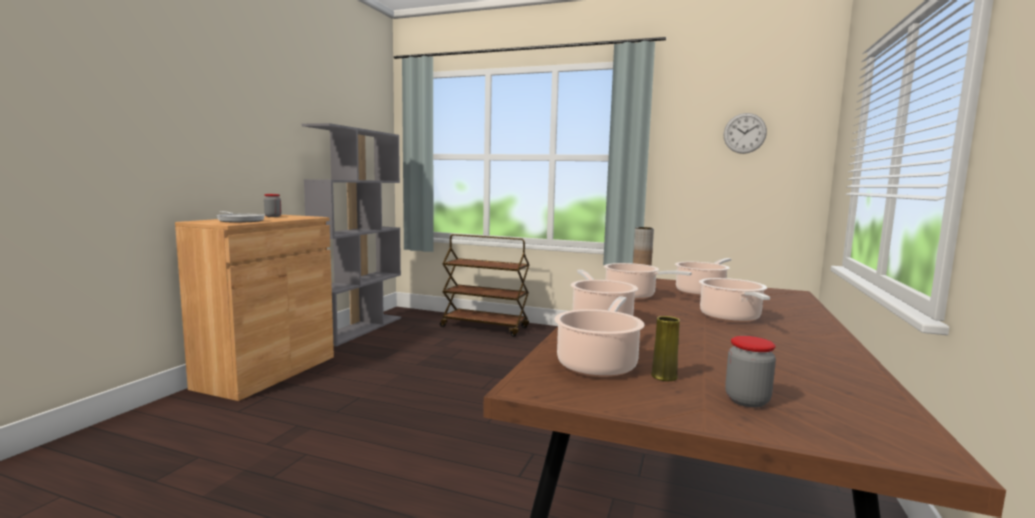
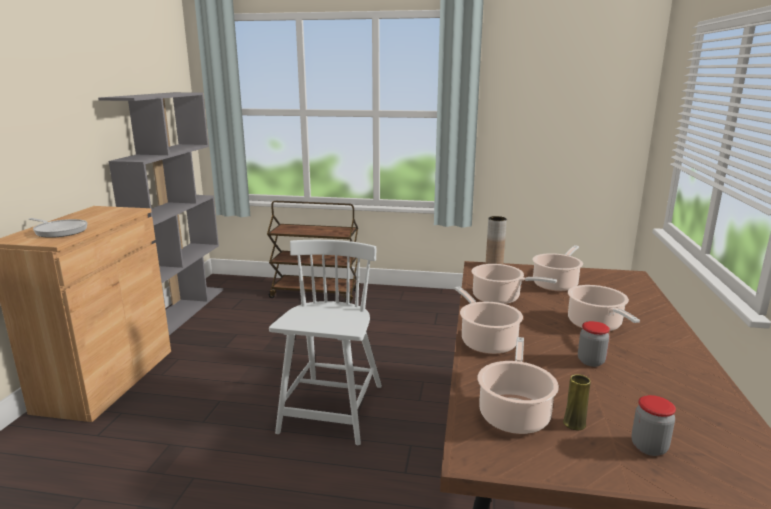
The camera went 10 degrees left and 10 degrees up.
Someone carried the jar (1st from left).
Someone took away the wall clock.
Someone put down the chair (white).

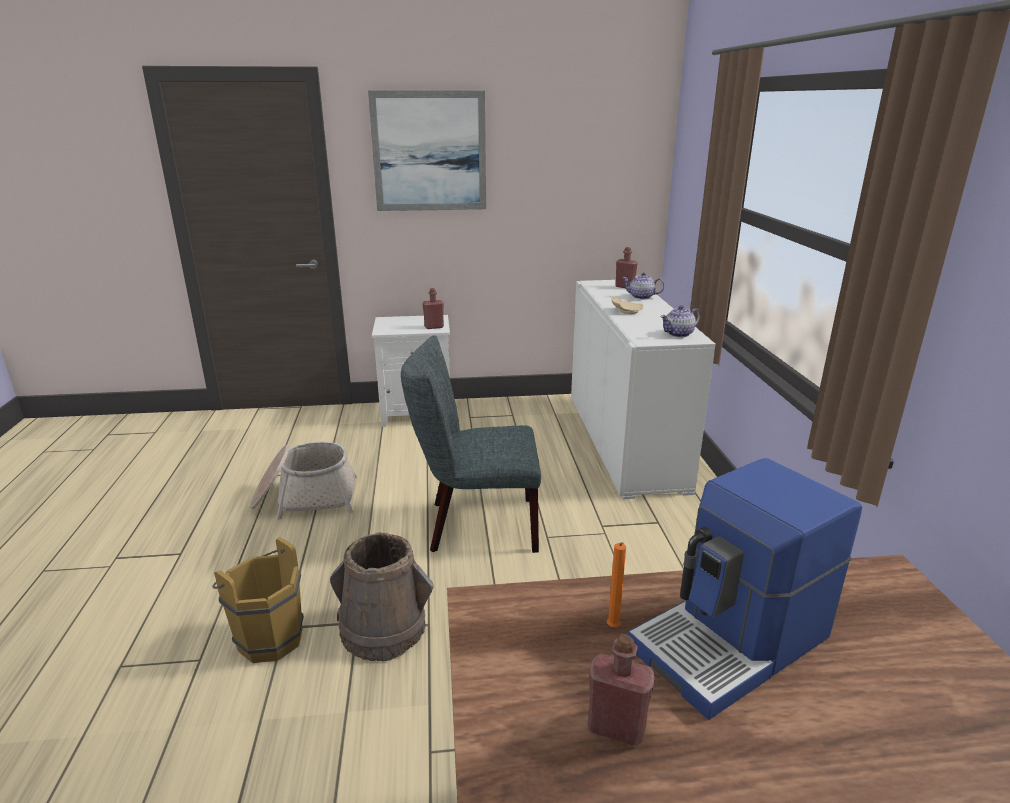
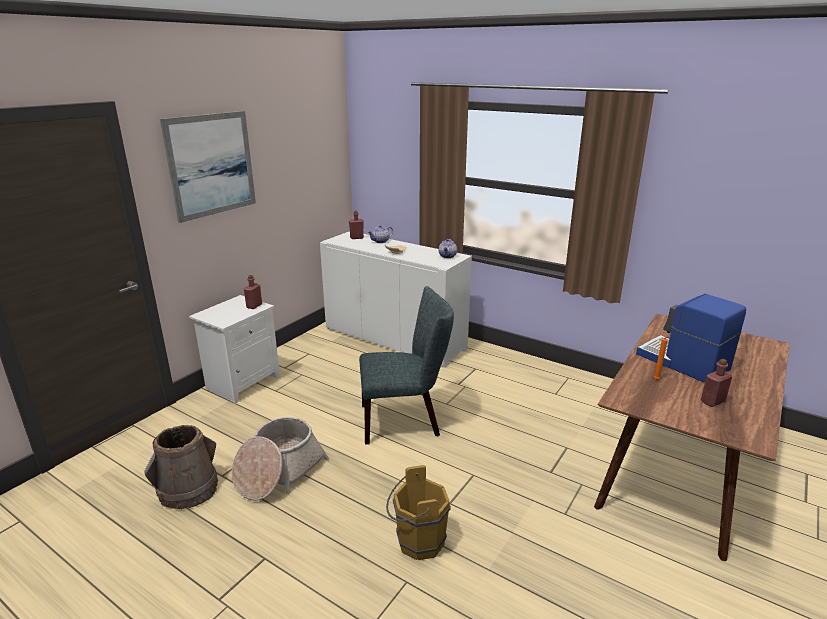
The camera went 50 degrees left and 0 degrees up.
Someone carried the bucket (brown) (2nd from left in the first image).
Someone rotated the chair (grey) by 135 degrees counterclockwise.
Someone rotated the coffee machine by 135 degrees clockwise.

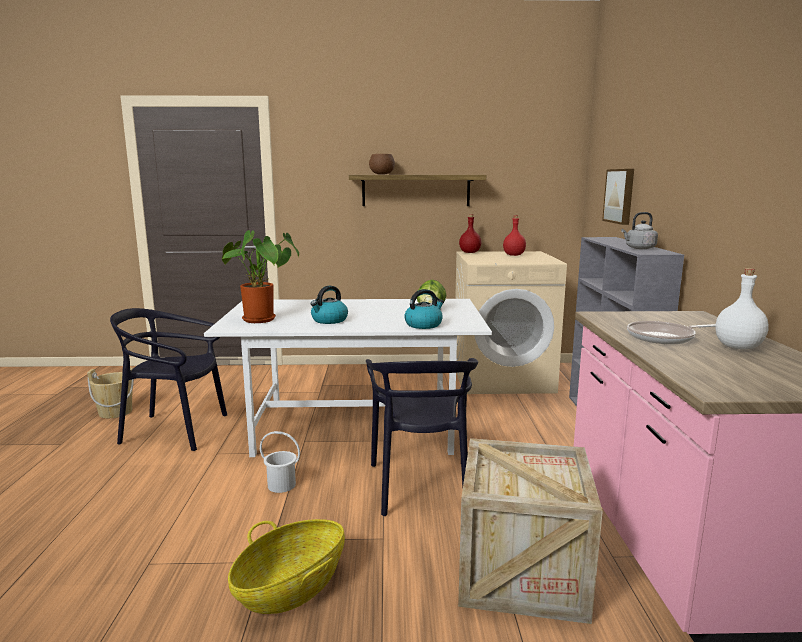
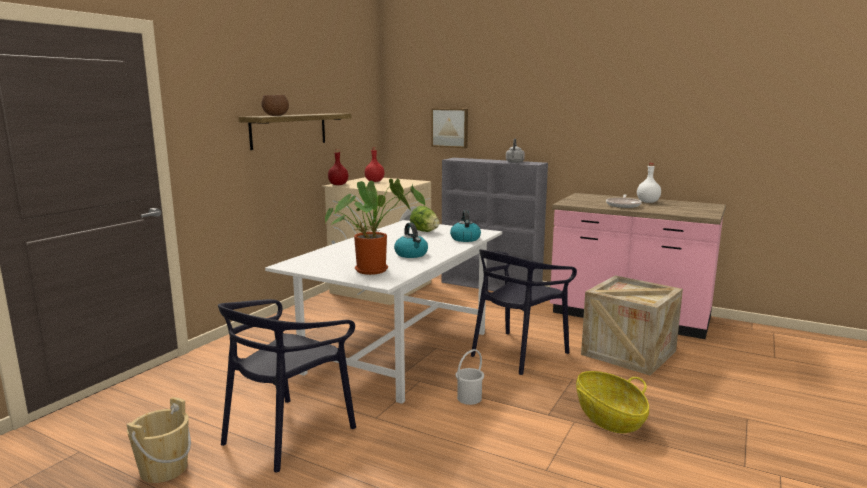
The camera went 60 degrees left and 0 degrees up.
Someone rotated the chair (black) (2nd from left) by 105 degrees clockwise.

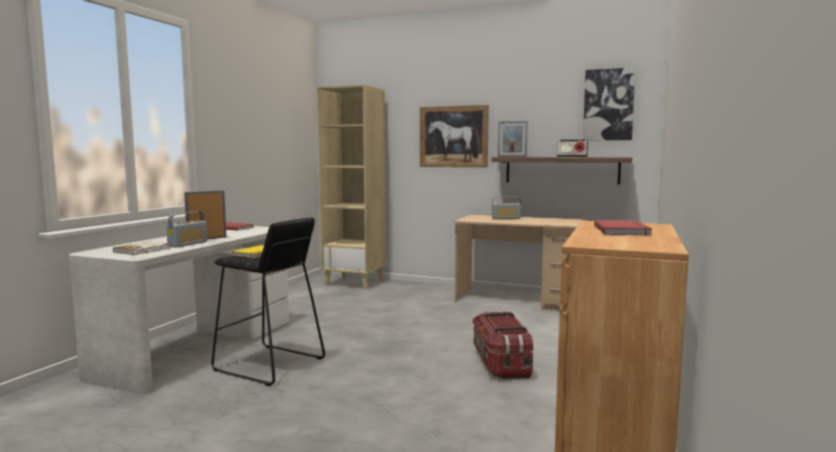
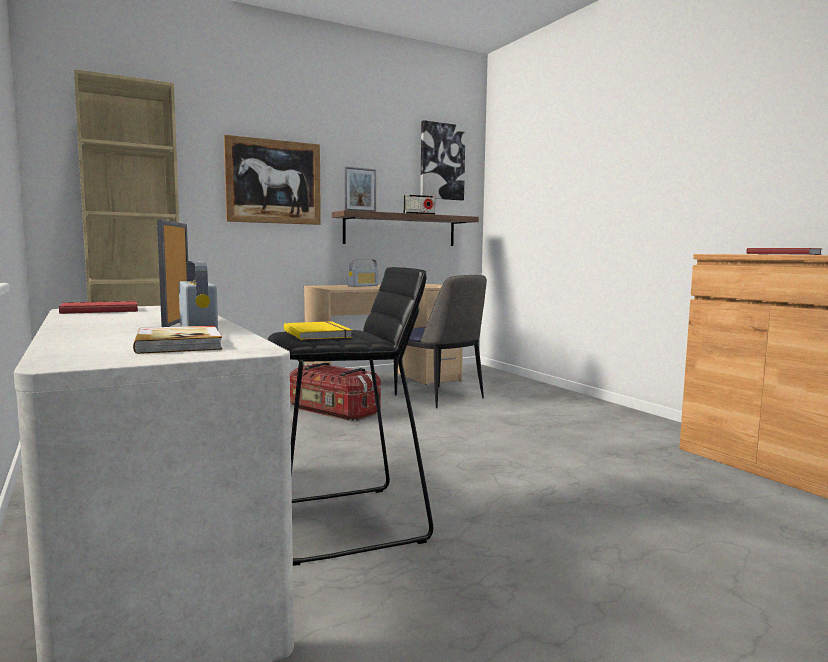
The camera went 50 degrees left and 0 degrees up.
Someone carried the storage box.
Someone put down the chair.

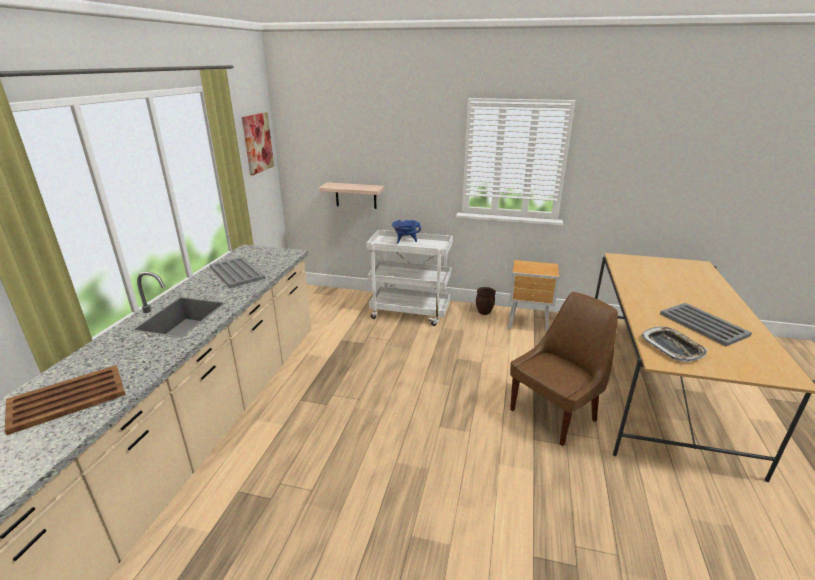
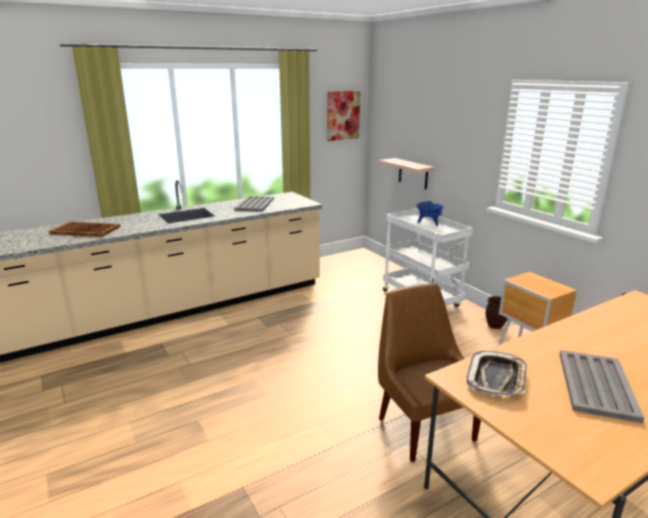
The camera went 45 degrees right and 5 degrees down.
Someone rotated the chair (brown) by 120 degrees counterclockwise.

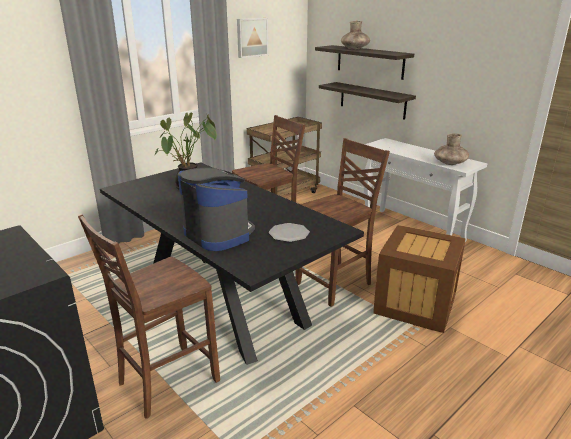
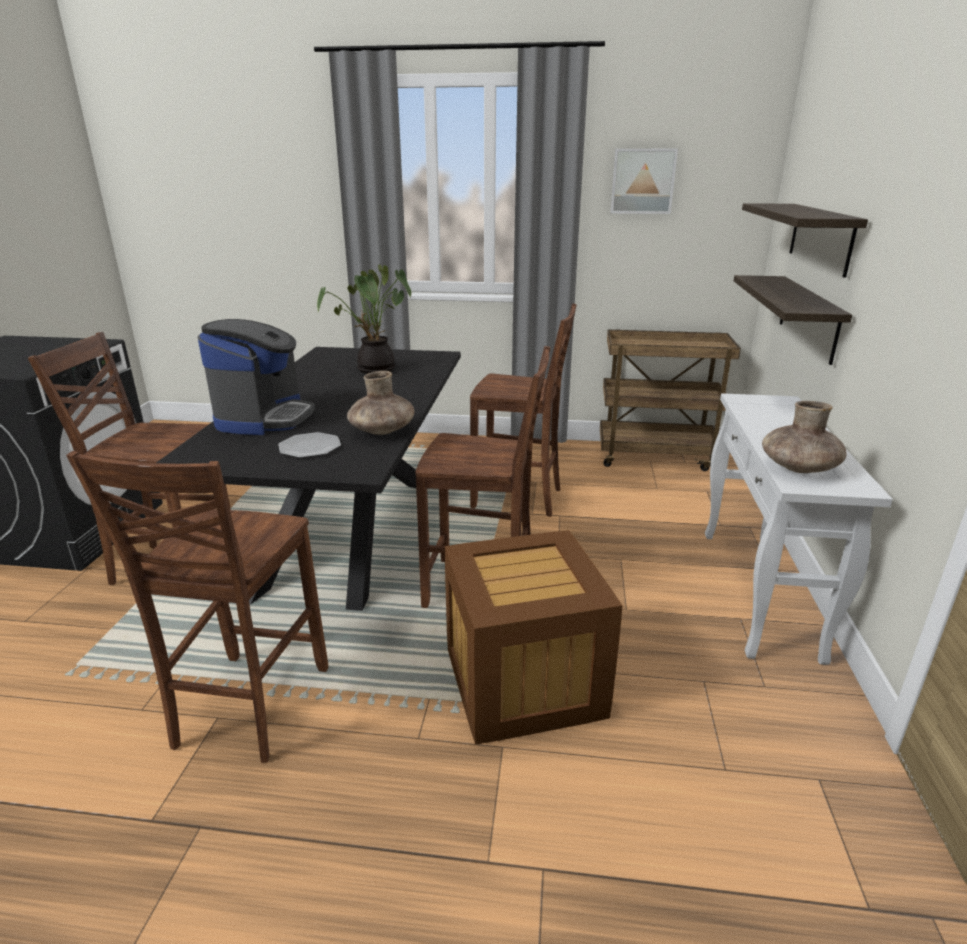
The camera went 50 degrees right and 0 degrees up.
Someone carried the vase (brown) (1st from left).
Someone put down the chair (brown) (2nd from left).

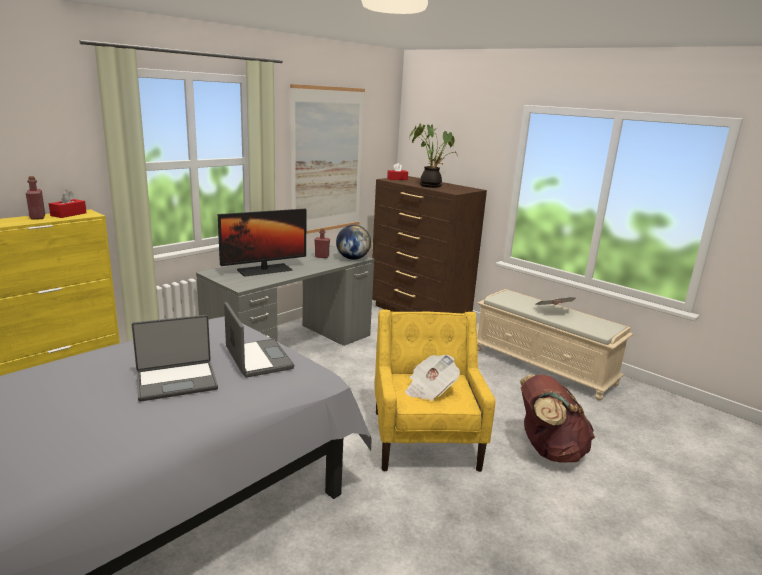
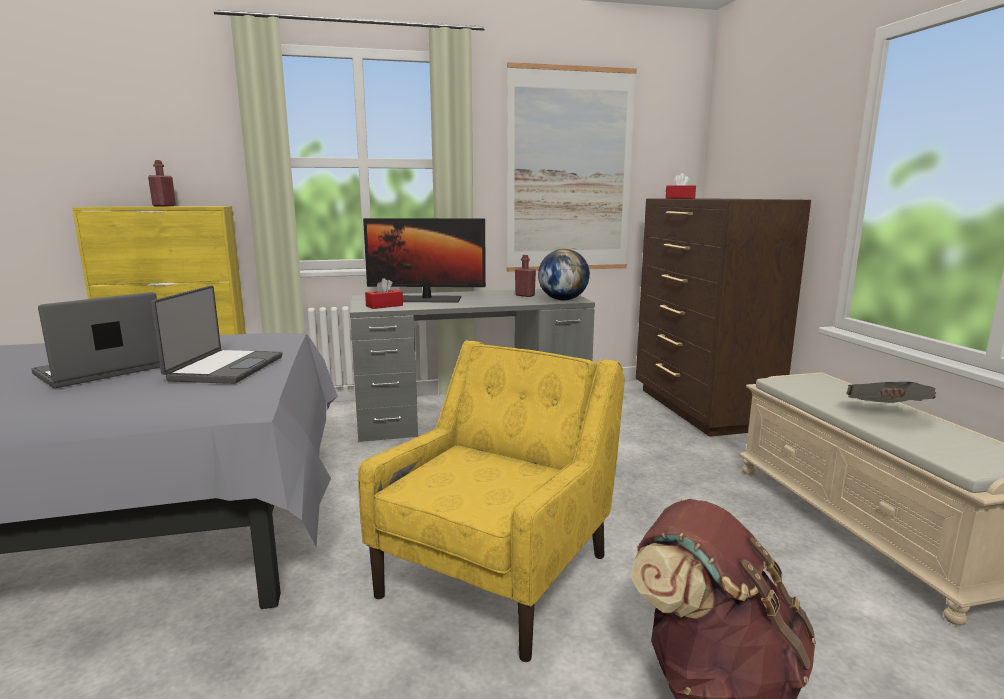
The camera went 35 degrees right and 5 degrees down.
Someone carried the tissue box (red) (1st from left).
Someone rotated the laptop (1st from left) by 120 degrees clockwise.
Someone took away the newspaper (1st from left).
Someone took away the potted plant.

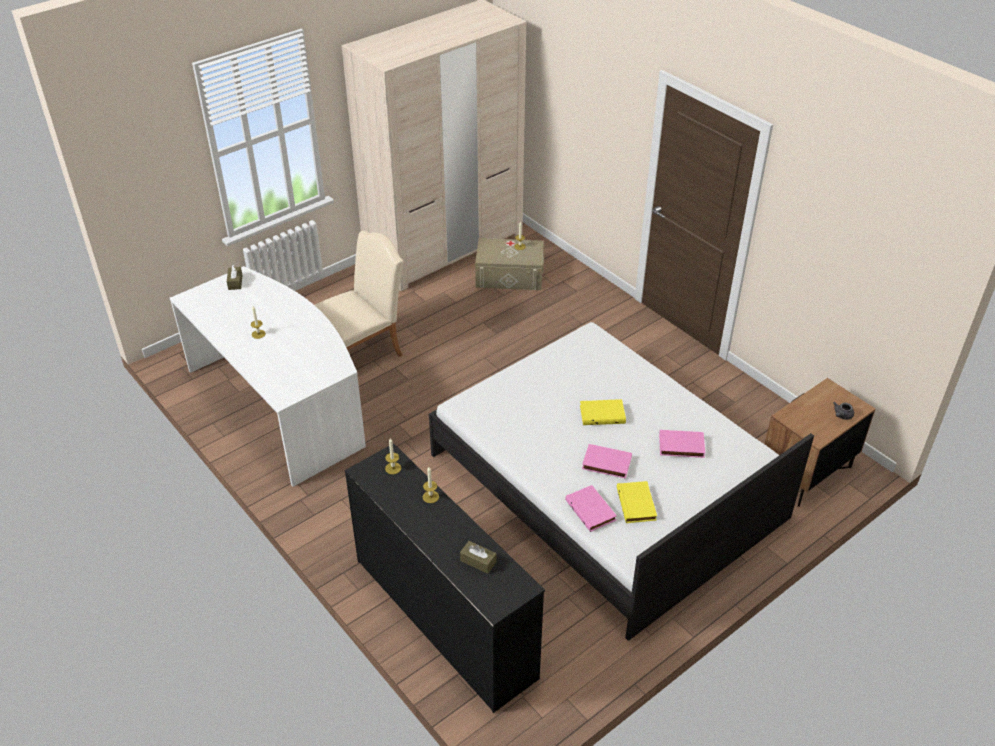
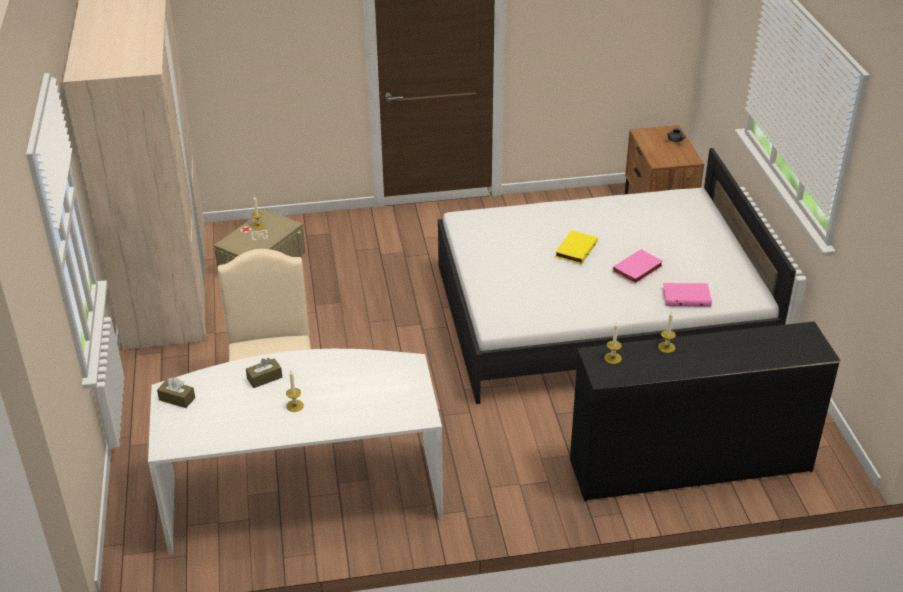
The camera went 60 degrees left and 5 degrees down.
Someone carried the tissue box (brown) (2nd from left).
Someone took away the book (yellow) (2nd from left).
Someone took away the book (pink) (3rd from left).

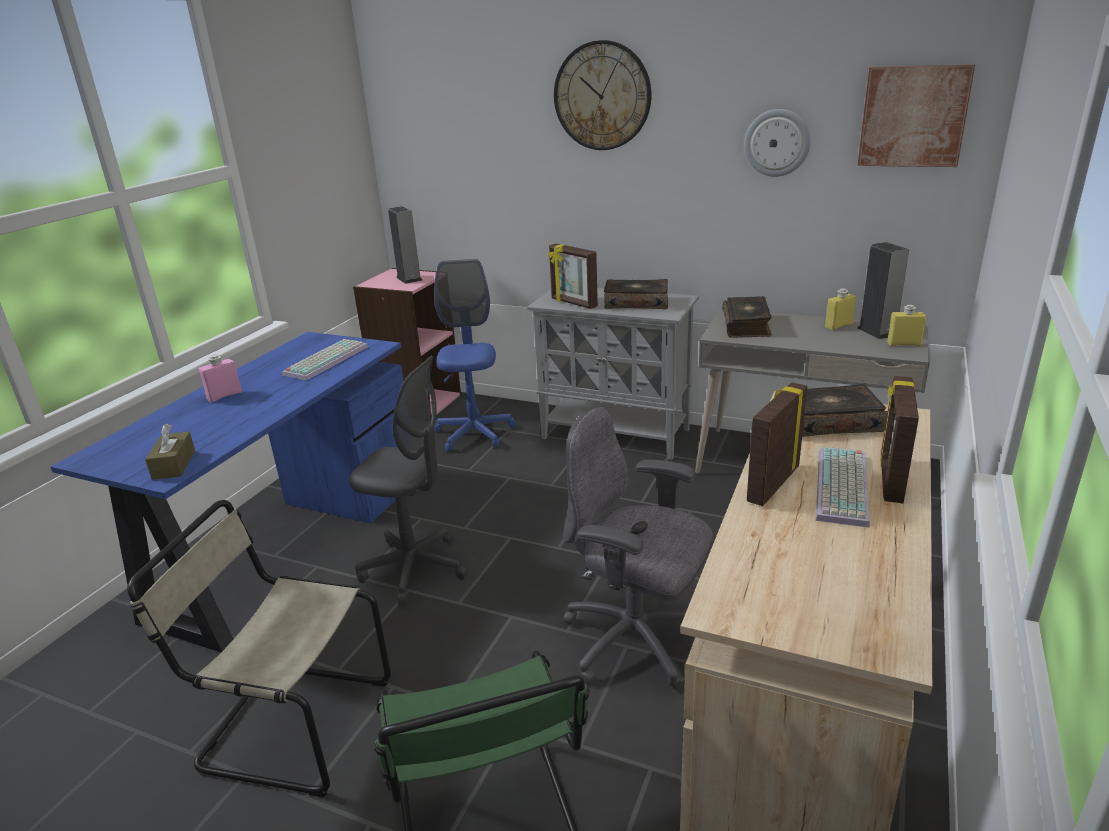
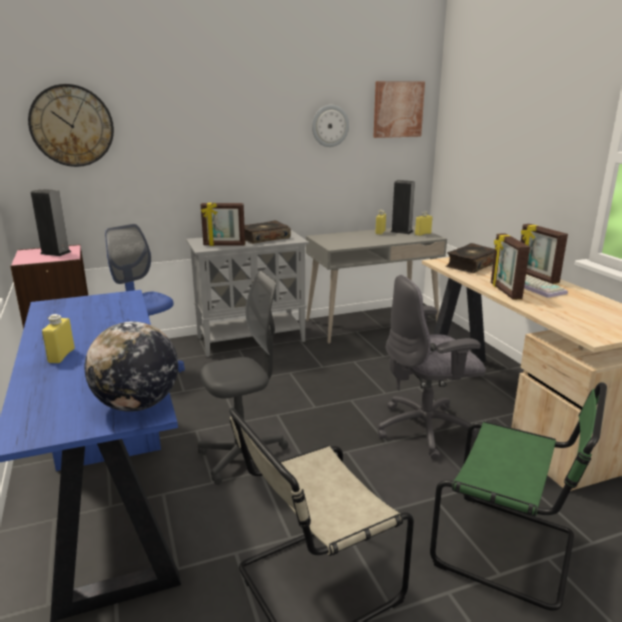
The camera went 45 degrees left and 5 degrees down.
Someone swapped the tissue box (brown) for the globe.
Someone repainted the bottle (pink), which became the bottle (yellow) (1st from left).
Someone took away the keyboard (1st from left).
Someone carried the wall clock (1st from left).
Someone took away the book (2nd from left).

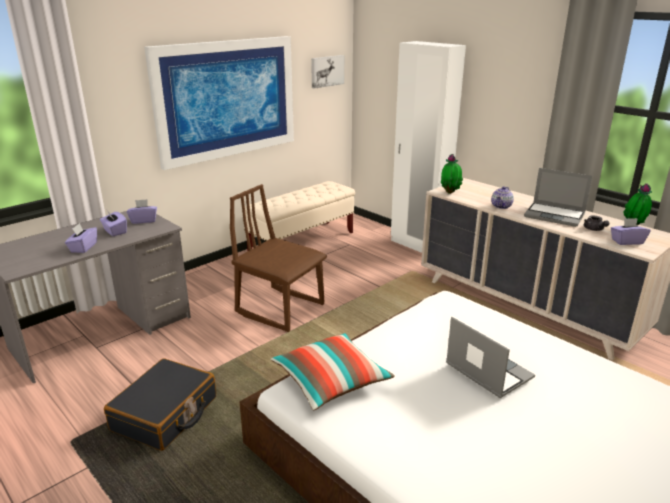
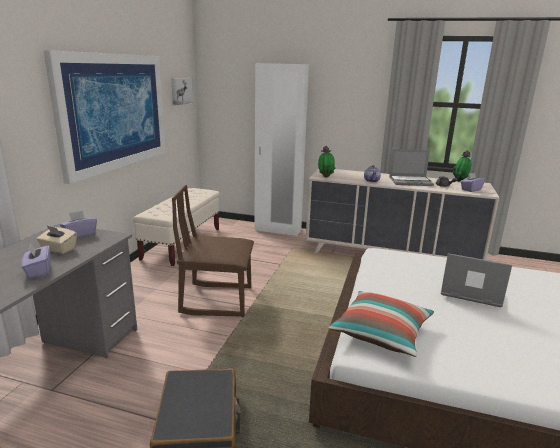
The camera went 30 degrees left and 5 degrees down.
Someone repainted the tissue box (purple) (2nd from left), which became the tissue box (beige).

